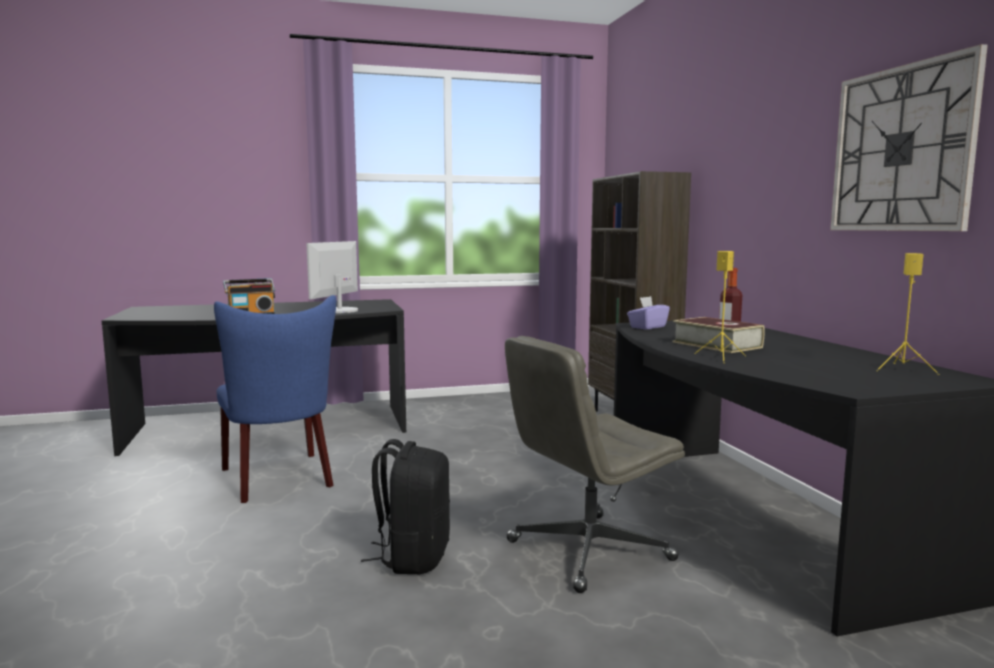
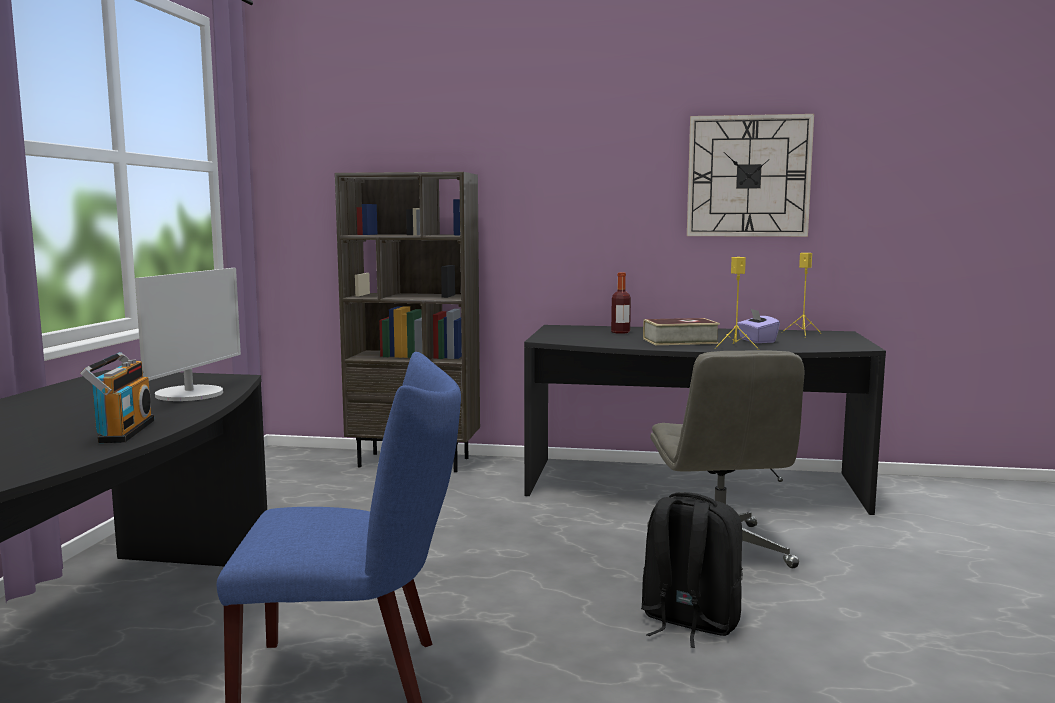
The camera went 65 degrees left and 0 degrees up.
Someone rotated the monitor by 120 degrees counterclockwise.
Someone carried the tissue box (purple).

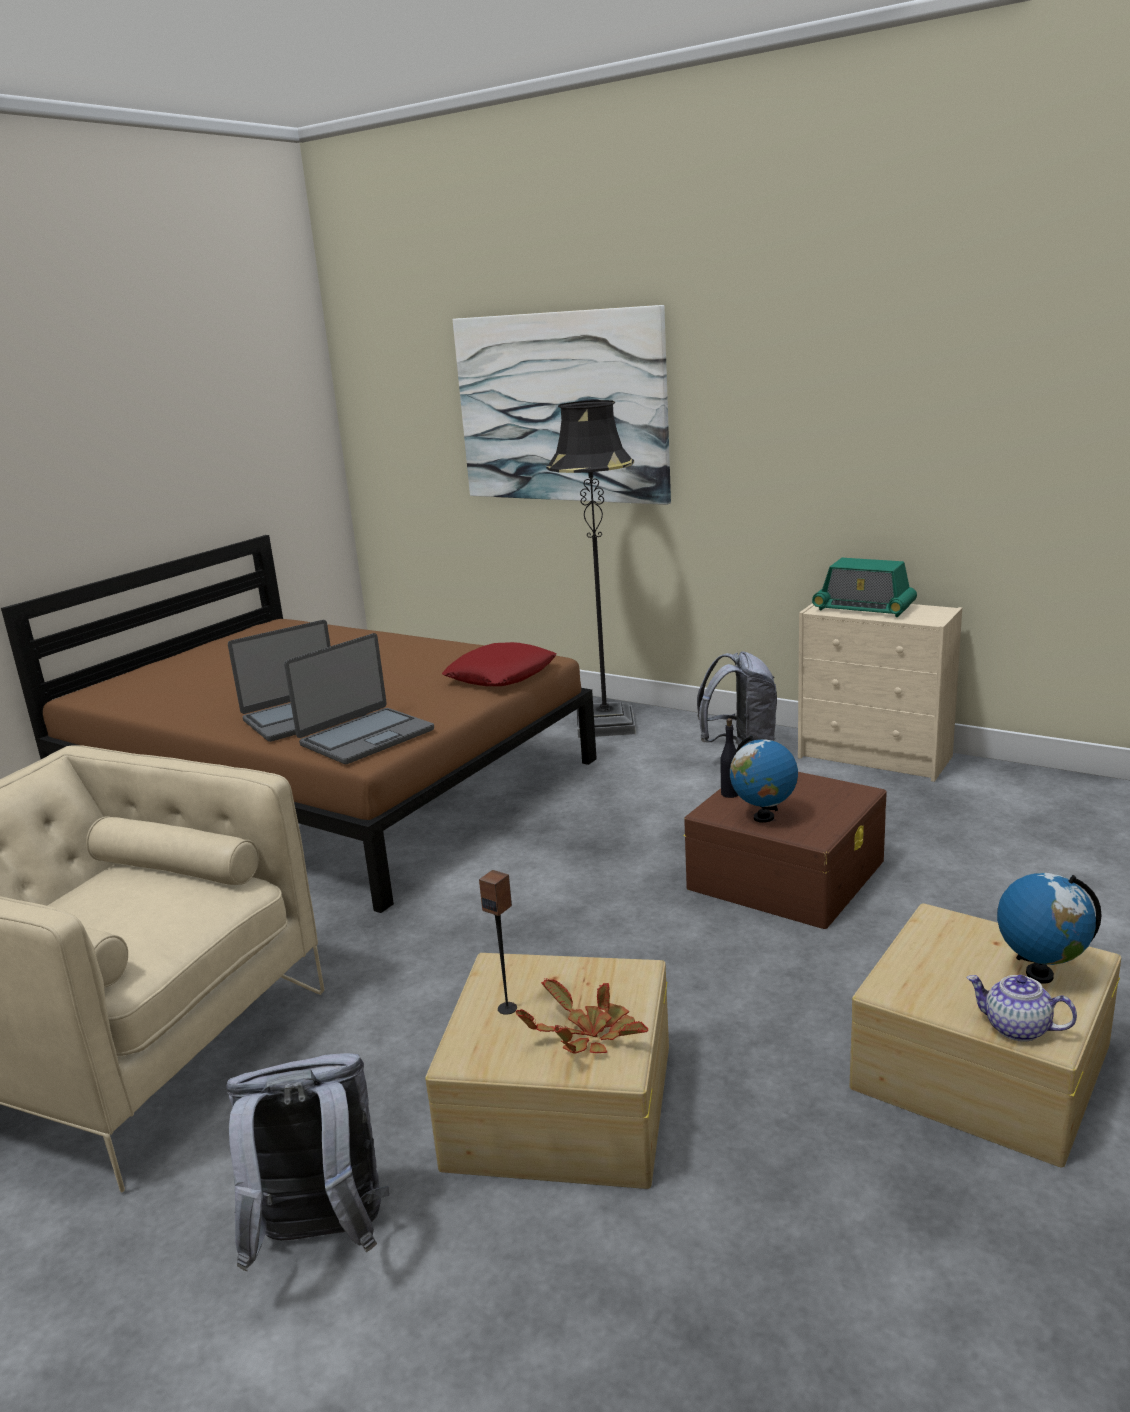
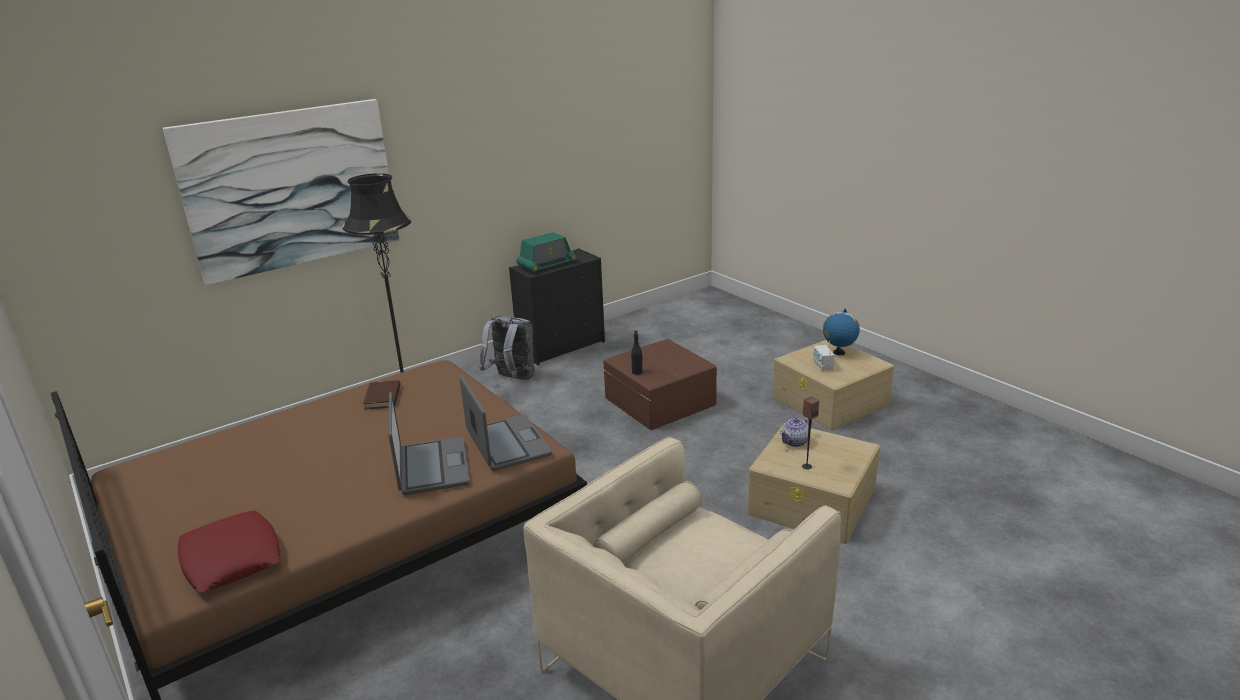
The camera went 70 degrees left and 5 degrees up.
Someone took away the backpack (grey) (1st from left).
Someone carried the pillow (red).
Someone took away the potted plant.
Someone took away the globe (1st from left).
Someone repainted the dresser (beige), which became the dresser (black).
Someone carried the teapot.
Someone put down the book (brown).
Someone put down the radio (2nd from left).

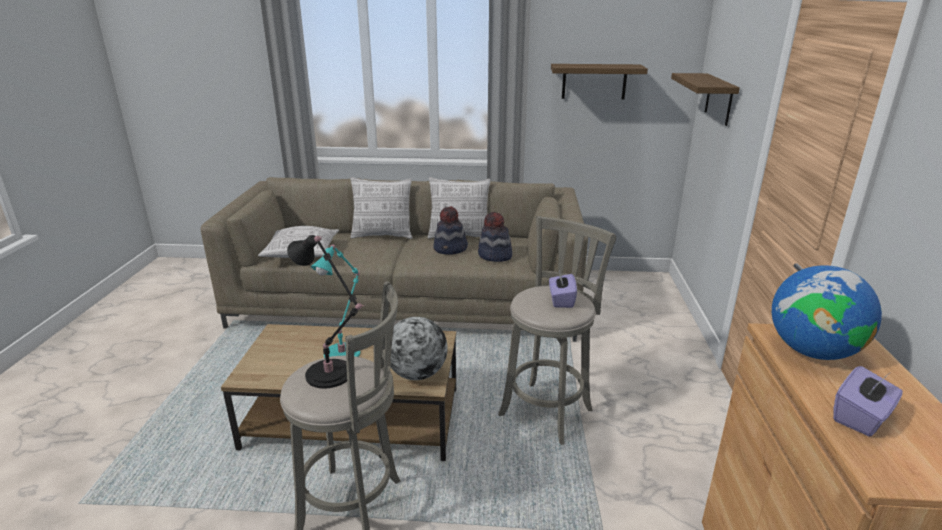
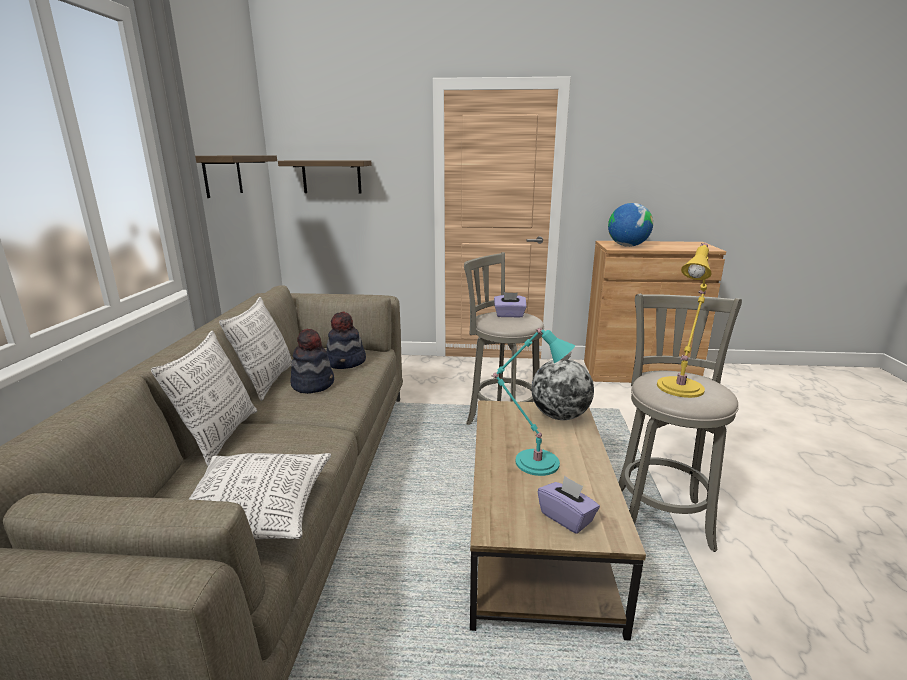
The camera went 90 degrees left and 5 degrees down.
Someone repainted the table lamp (black), which became the table lamp (yellow).
Someone carried the tissue box (purple) (2nd from left).

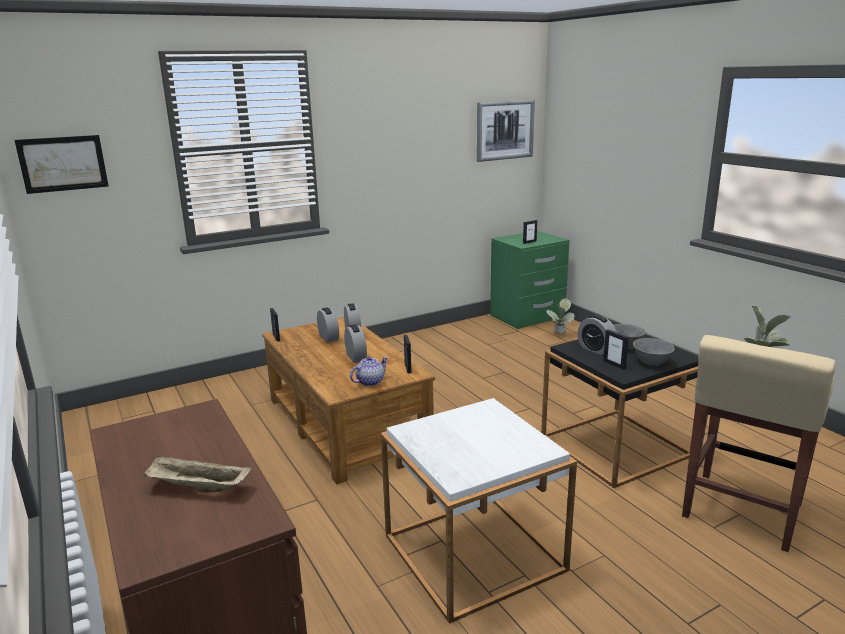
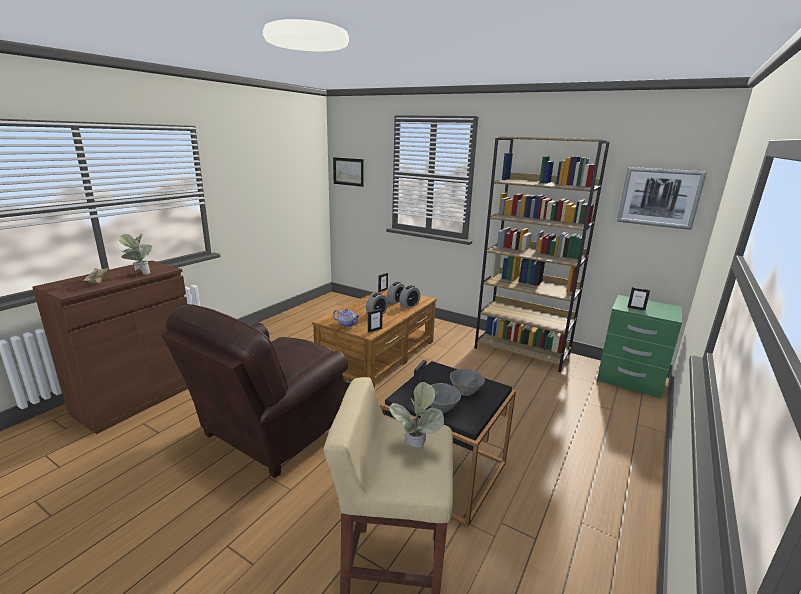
The camera went 60 degrees right and 0 degrees up.
Someone swapped the side table (white) for the armchair (brown).
Someone carried the potted plant (1st from left).
Someone took away the alarm clock (4th from left).
Someone put down the bookcase (brown).

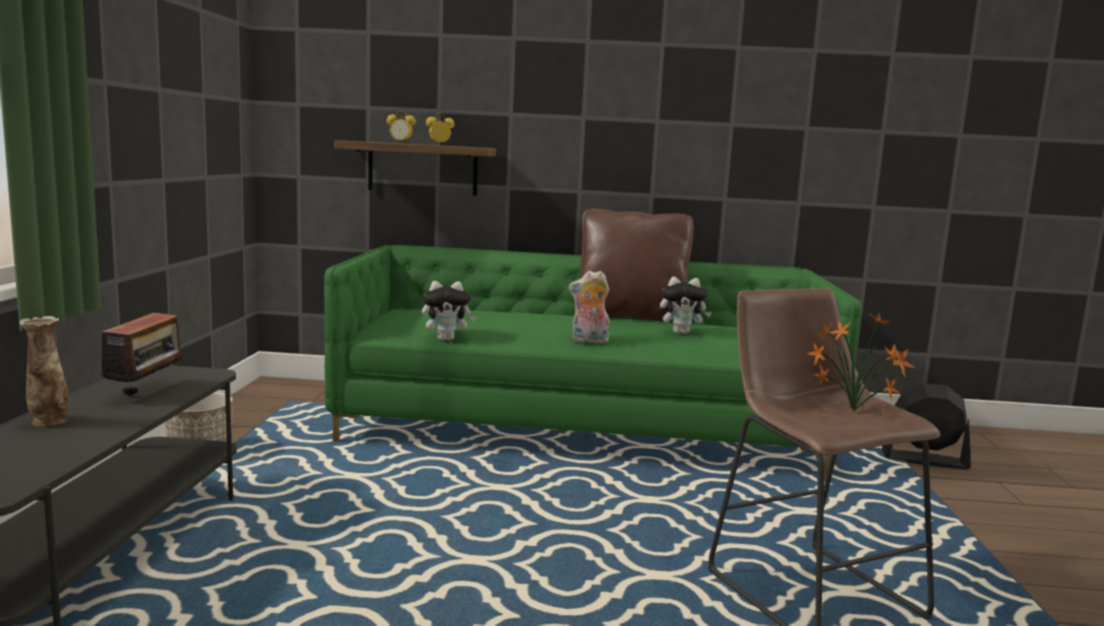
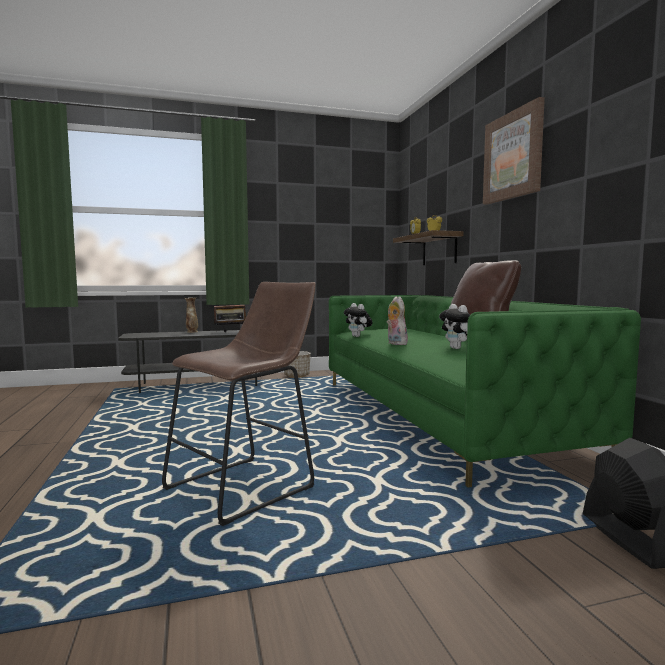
The camera went 70 degrees right and 5 degrees down.
Someone took away the potted plant.
Someone put up the picture.

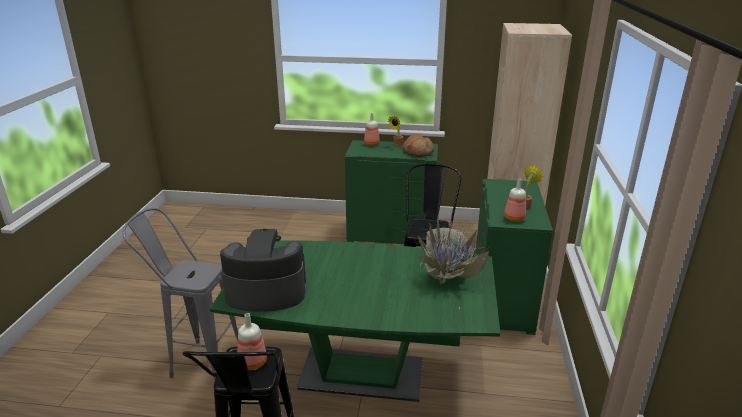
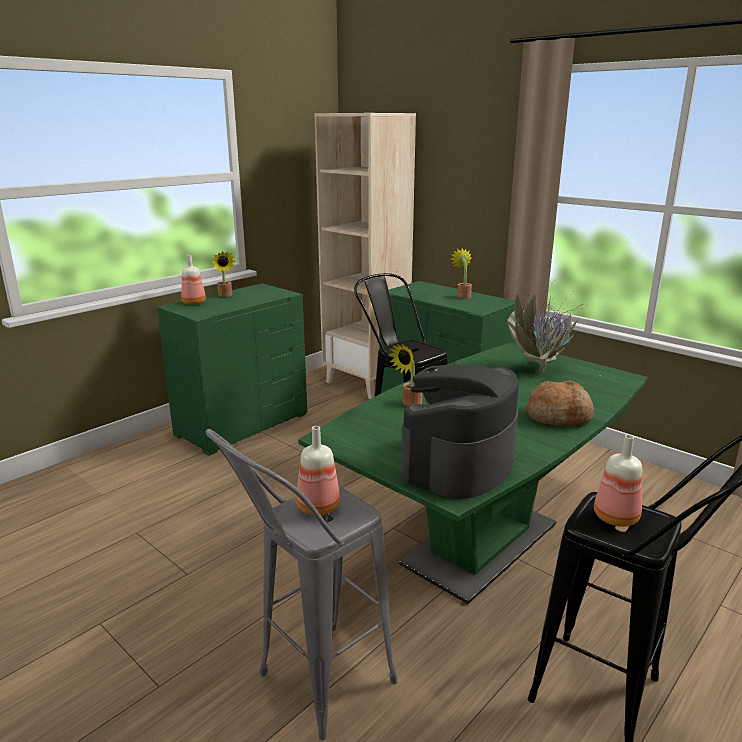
The camera went 55 degrees left and 5 degrees down.
Someone carried the bread.
Someone carried the bottle (3rd from left in the first image).
Someone put down the potted plant (2nd from left).

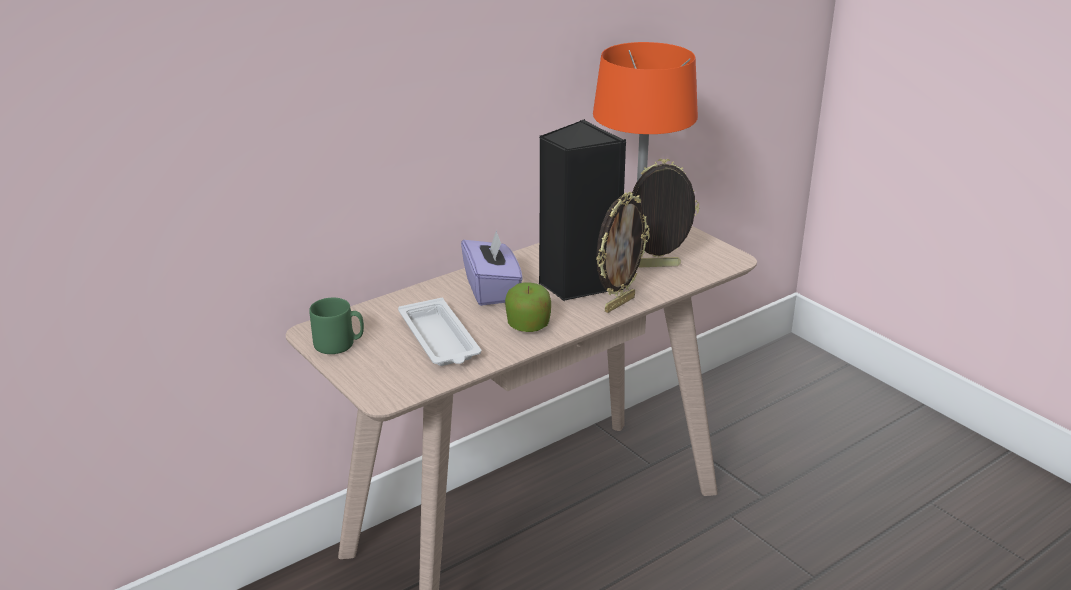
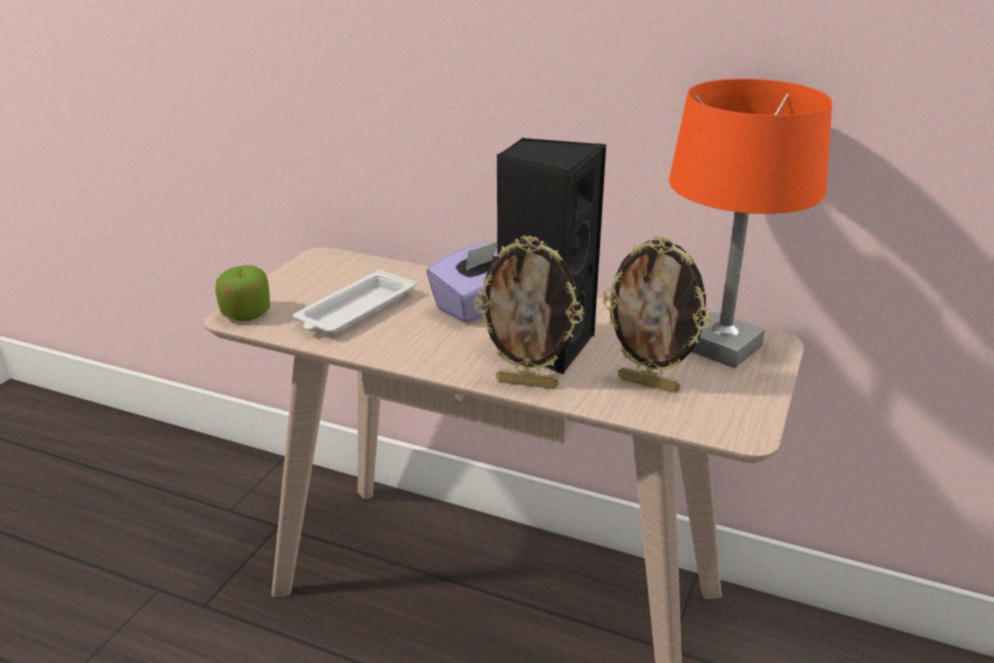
The camera went 60 degrees right and 0 degrees up.
Someone took away the mug (green).
Someone carried the apple.
Someone rotated the picture frame (2nd from left) by 150 degrees clockwise.

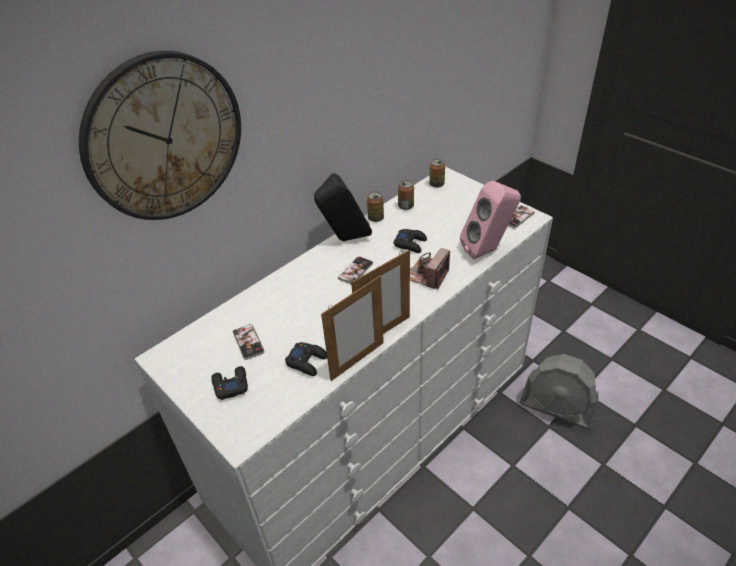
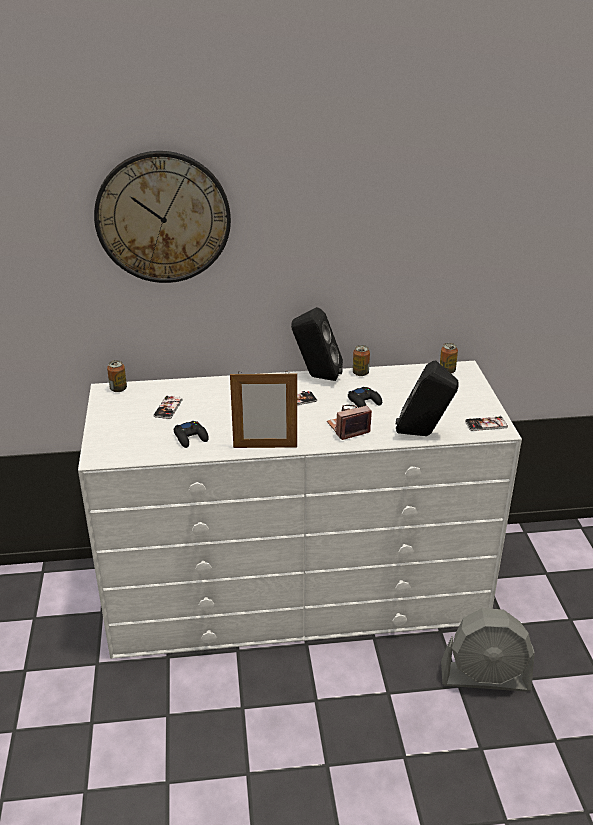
The camera went 35 degrees right and 10 degrees down.
Someone took away the game controller (black) (1st from left).
Someone took away the picture frame (1st from left).
Someone carried the can (2nd from left in the first image).
Someone repainted the speaker (pink), which became the speaker (black) (2nd from left).
Someone rotated the fan (grey) by 60 degrees counterclockwise.

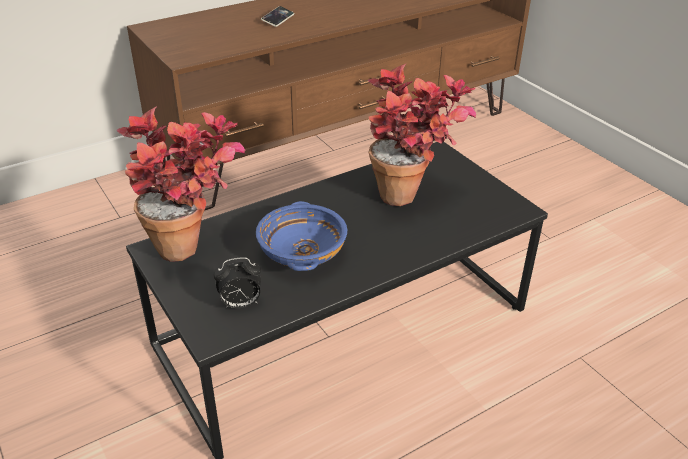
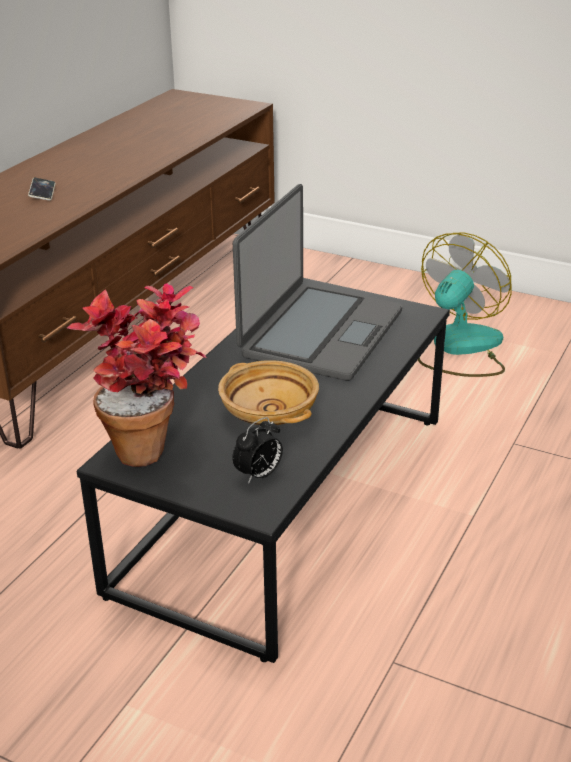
The camera went 30 degrees left and 5 degrees down.
Someone repainted the bowl (blue), which became the bowl (beige).
Someone swapped the potted plant (2nd from left) for the laptop.
Someone put down the fan.

